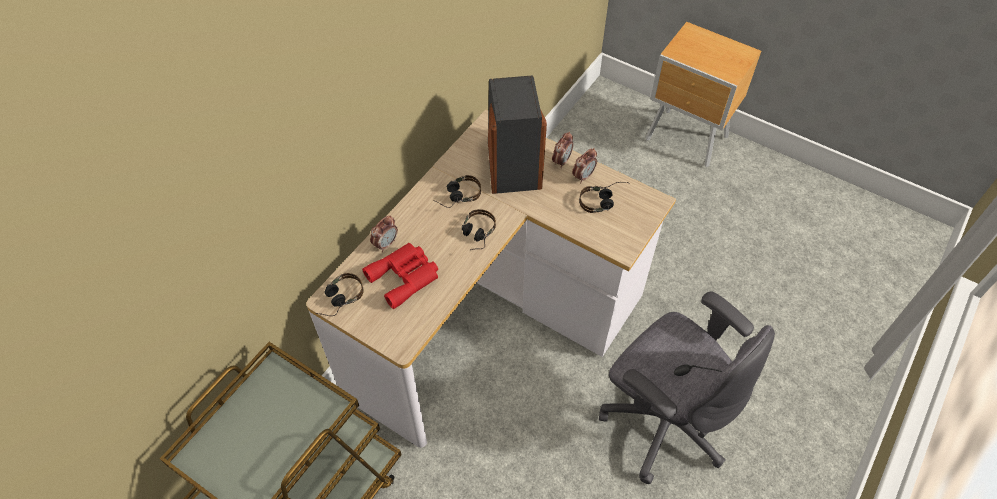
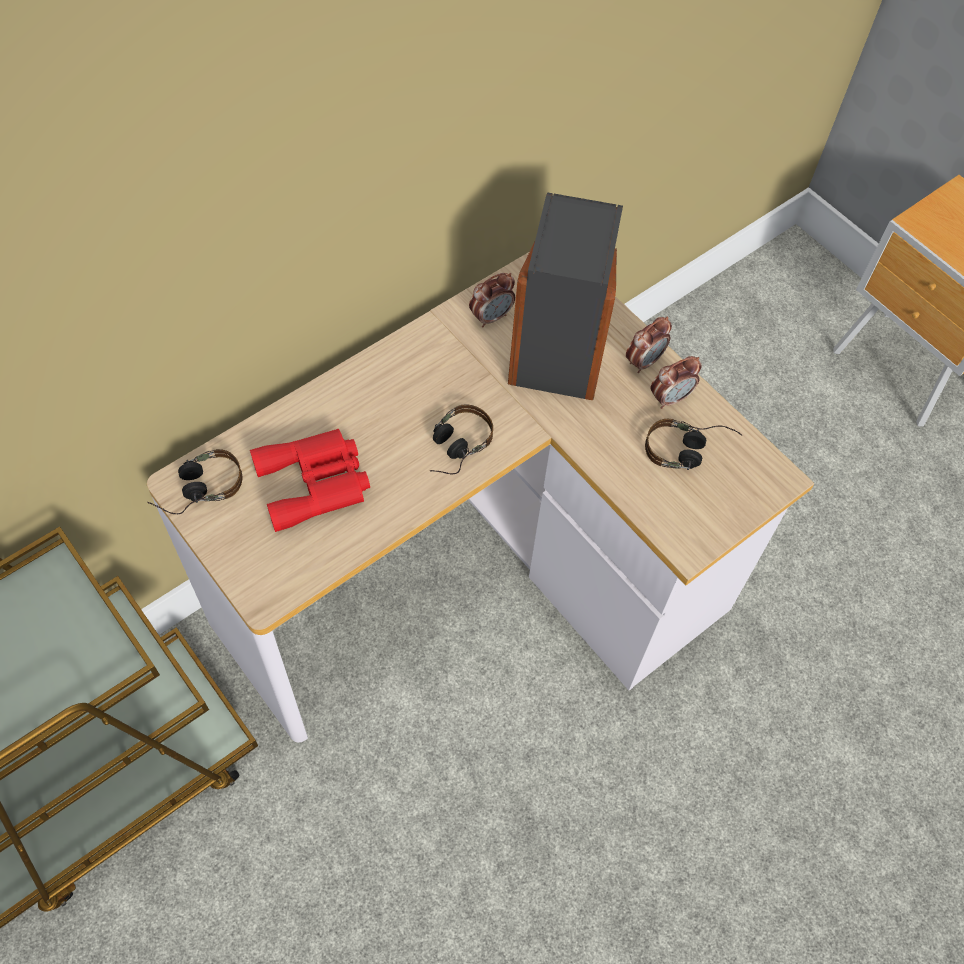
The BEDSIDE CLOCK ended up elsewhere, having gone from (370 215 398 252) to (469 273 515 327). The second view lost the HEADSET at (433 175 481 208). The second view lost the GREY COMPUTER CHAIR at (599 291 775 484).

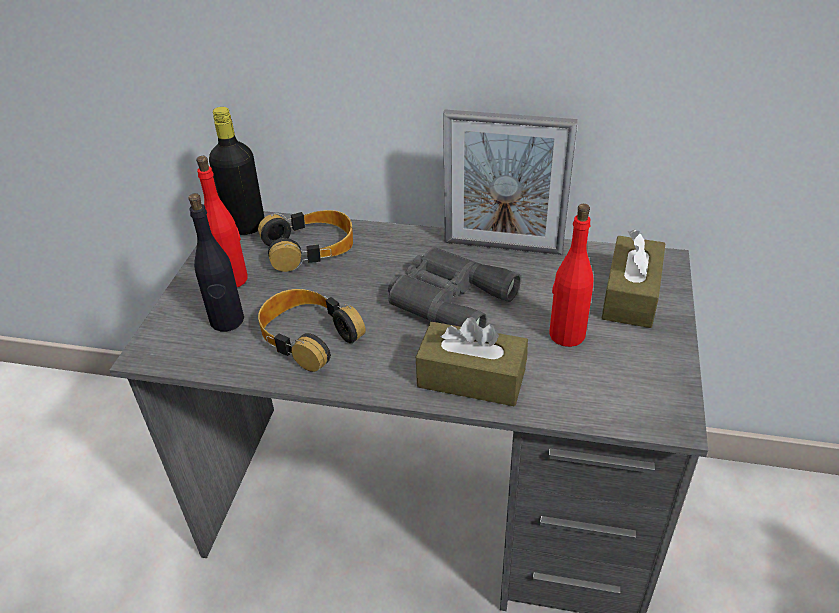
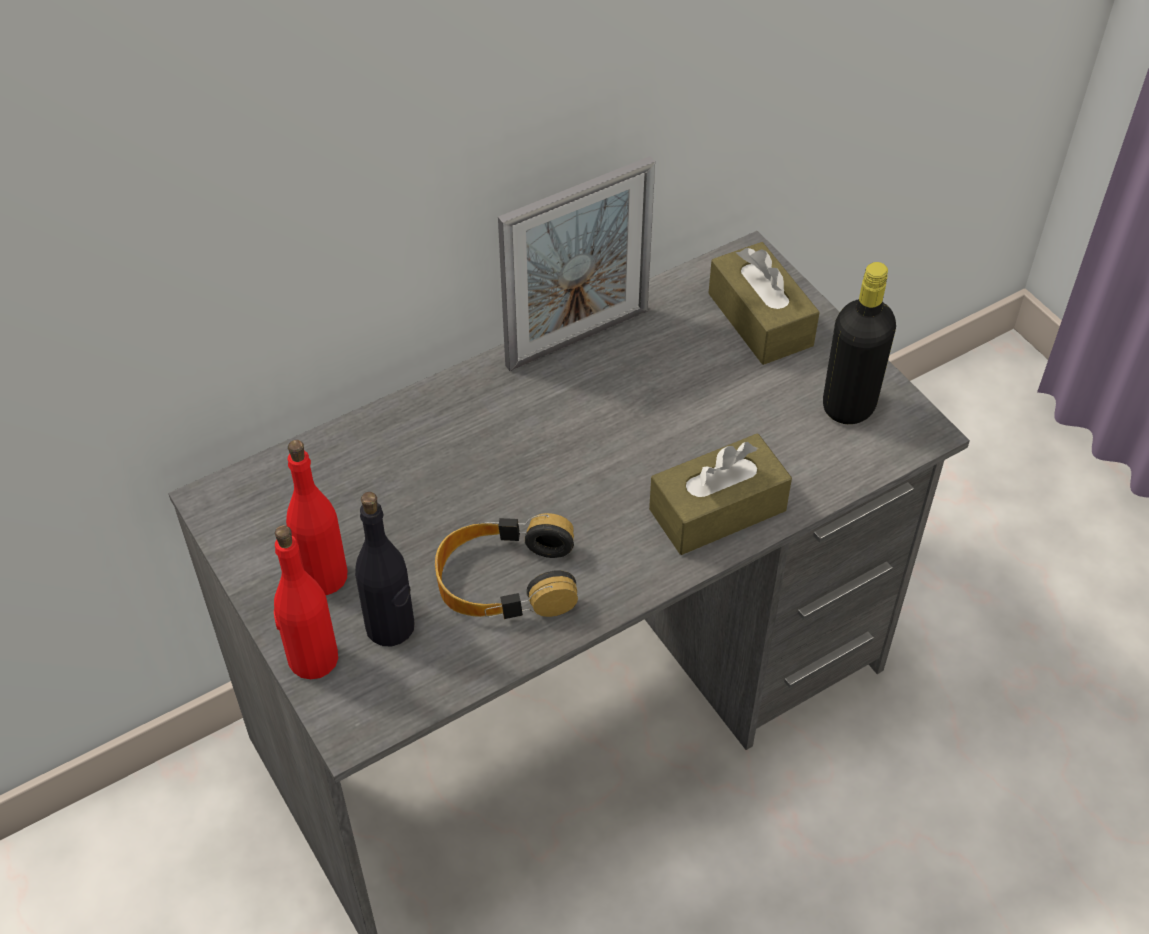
The RED-COLOURED DRINK BOTTLE ended up elsewhere, having gone from (550 204 593 347) to (274 525 338 679). The BLACK DRINK BOTTLE ended up elsewhere, having gone from (209 107 265 235) to (823 262 896 424). The second view lost the HEADSET at (258 210 353 272). The second view lost the GREY BINOCULARS at (388 247 521 328).

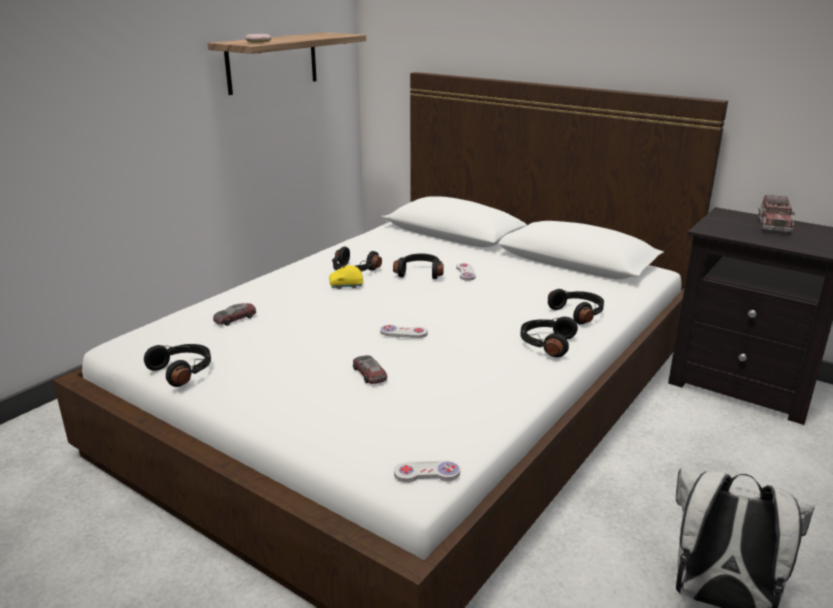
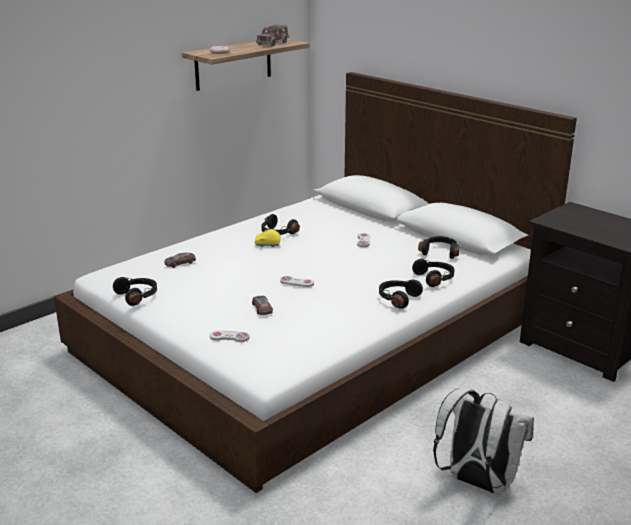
The WHITE JOYPAD ended up elsewhere, having gone from (394 461 460 482) to (210 330 250 342). The MODEL TRUCK ended up elsewhere, having gone from (758 195 795 233) to (256 25 290 46). The BLACK HEADSET ended up elsewhere, having gone from (393 253 444 279) to (418 236 460 259).

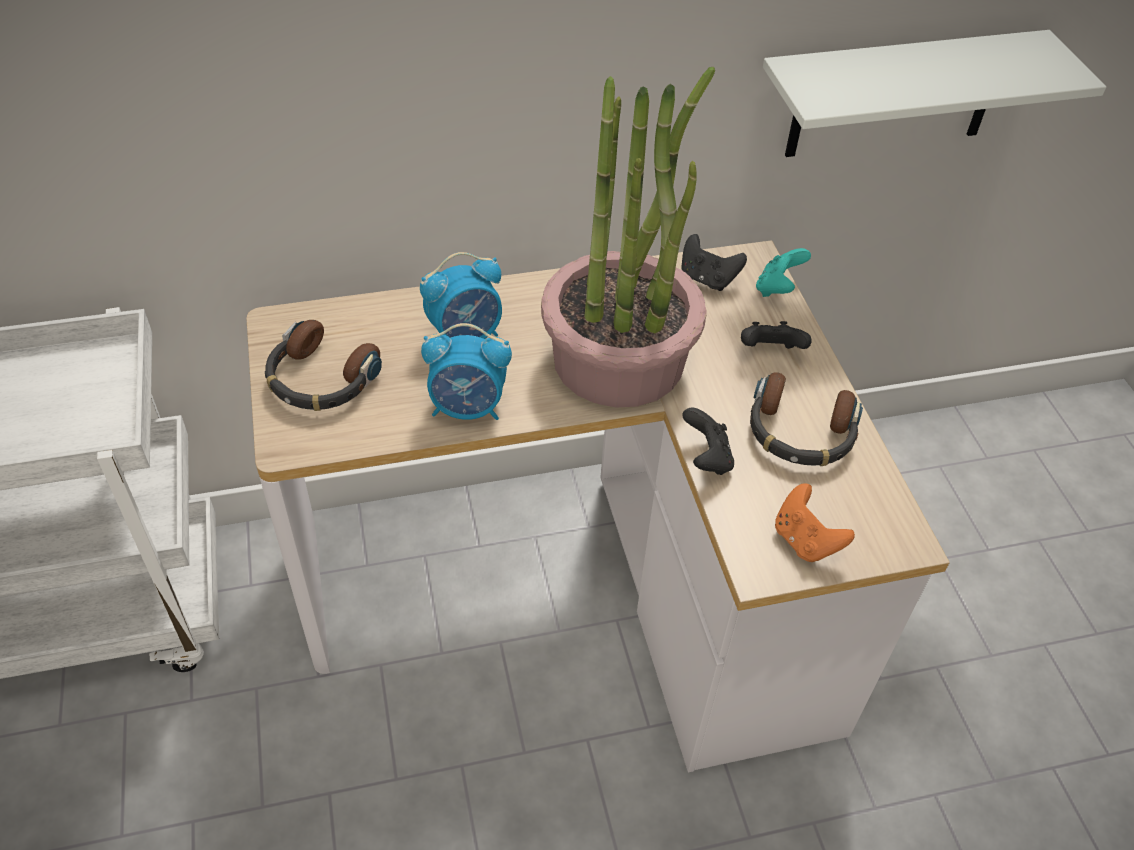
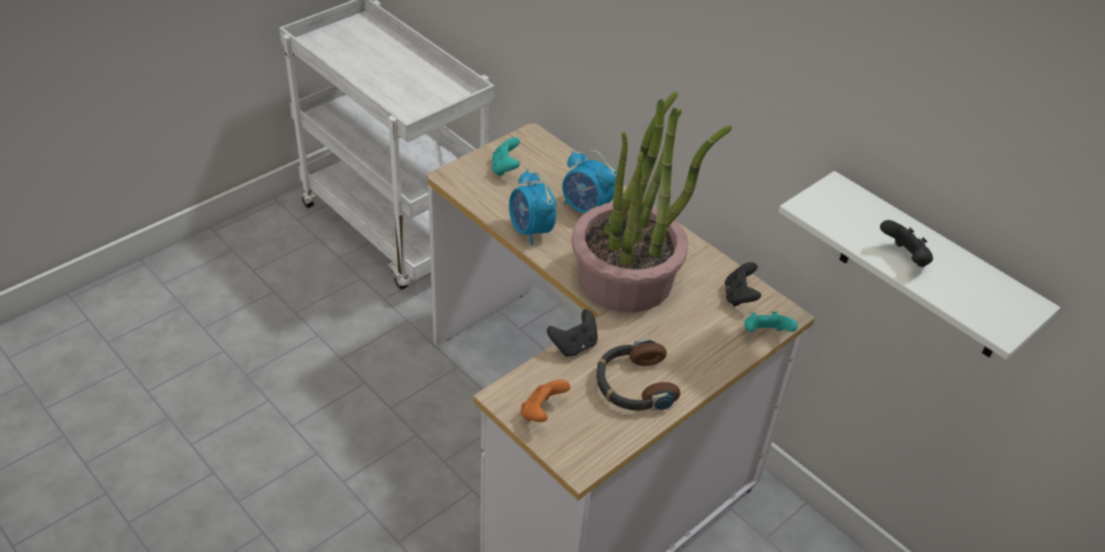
Where the HEADSET stood at (265 320 382 411), the BLUE-GREEN JOYPAD came to stand at (492 137 520 176). The BLACK JOYPAD ended up elsewhere, having gone from (741 321 812 349) to (880 220 933 267).

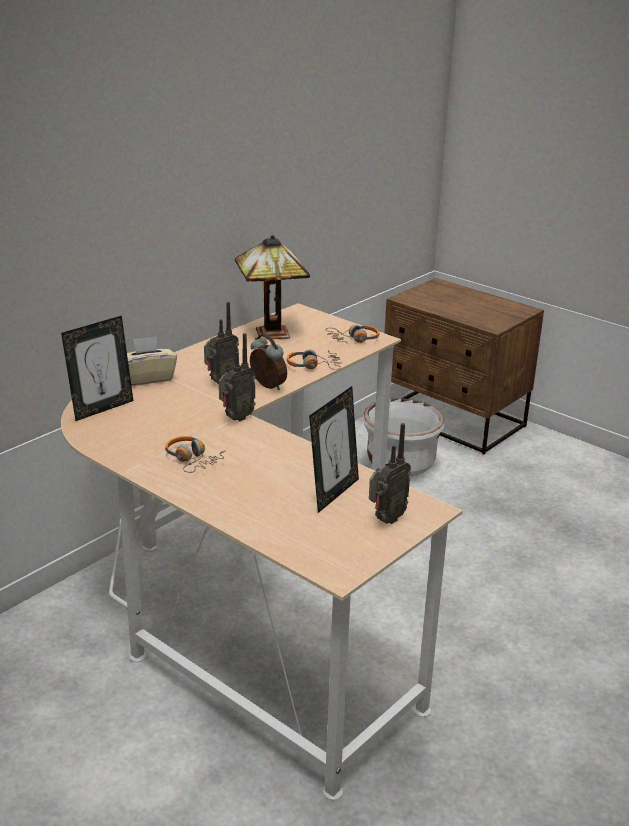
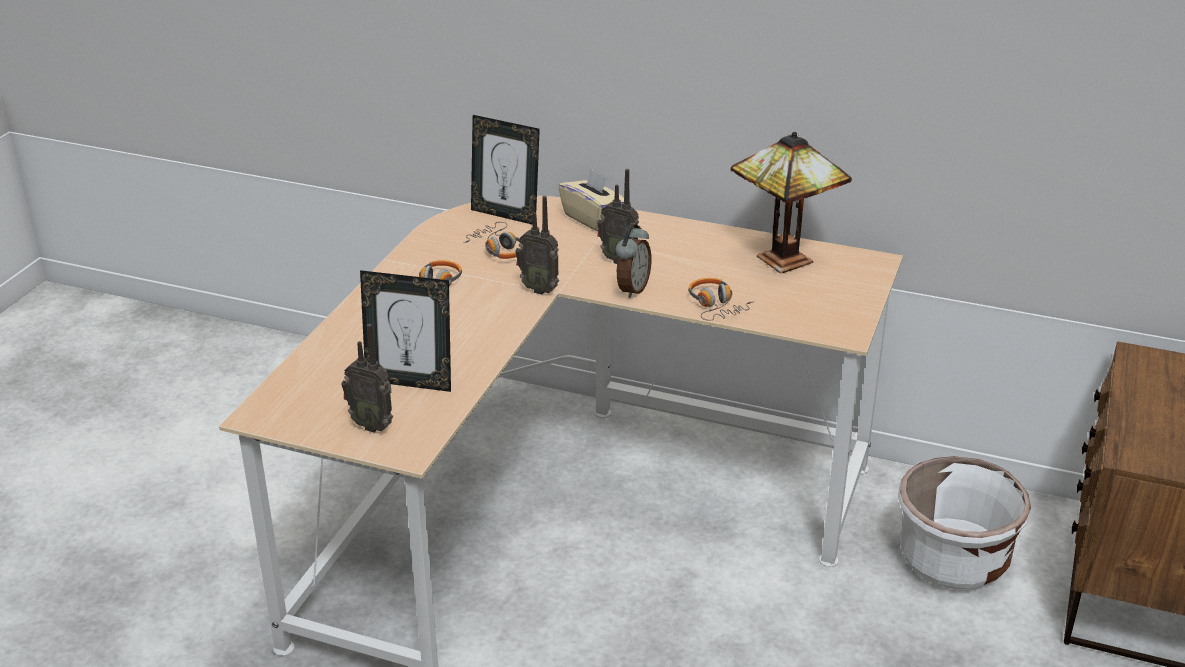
The HEADSET ended up elsewhere, having gone from (325 325 379 344) to (464 222 520 259).

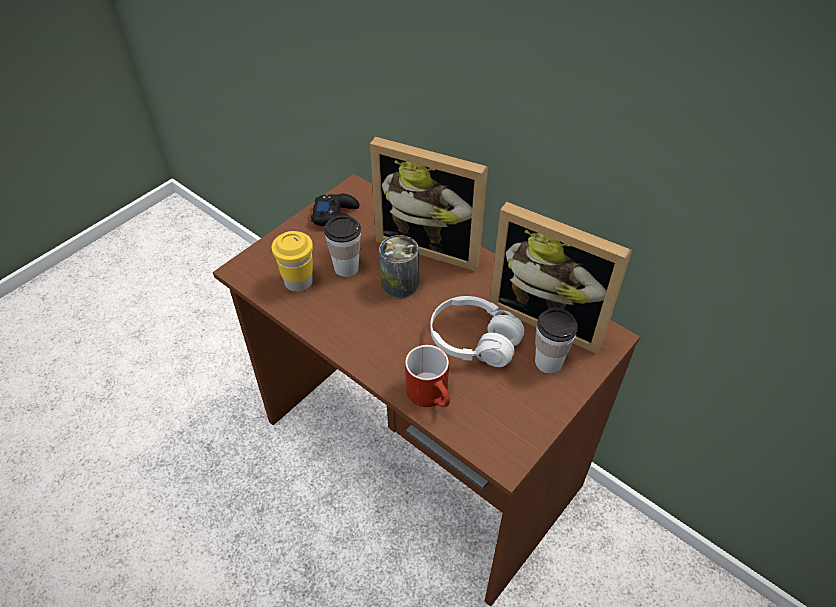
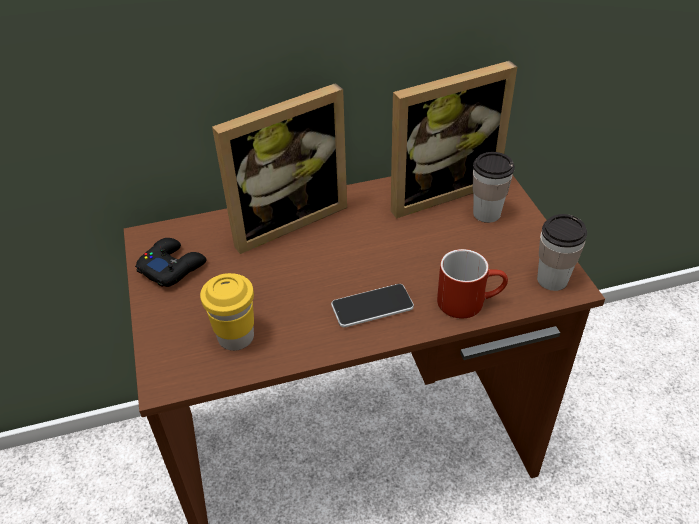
The second view gained the PHONE at (331 284 414 327). The CUP ended up elsewhere, having gone from (324 215 361 277) to (537 214 587 291). The second view lost the CAN at (379 235 419 299). The second view lost the WHITE HEADSET at (430 296 525 367).

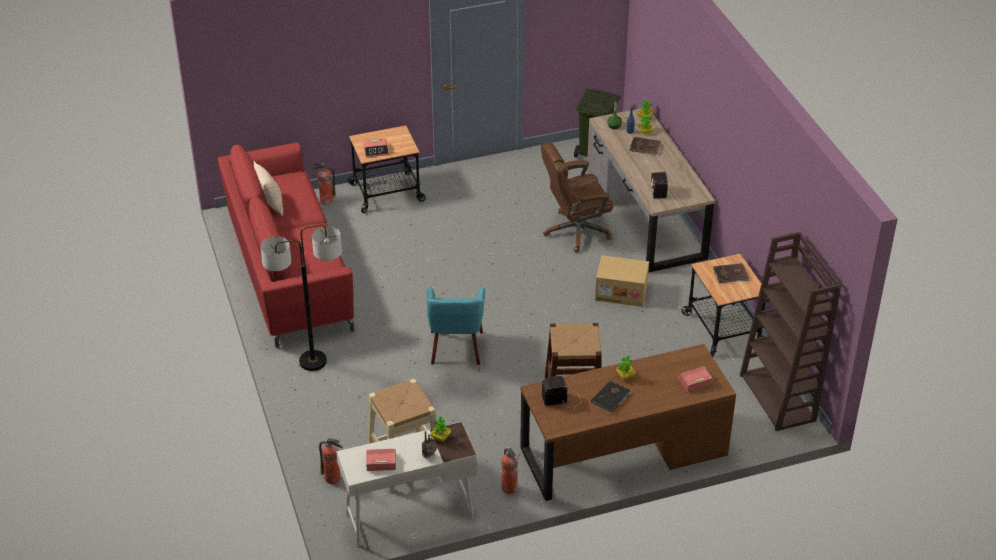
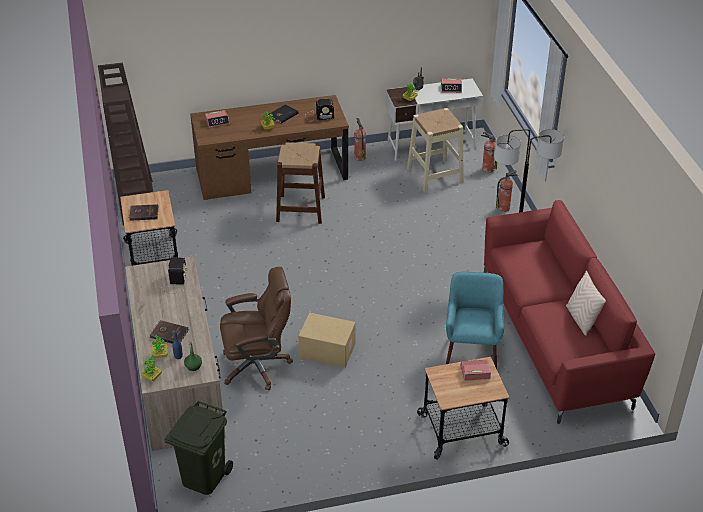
The CARTON ended up elsewhere, having gone from (595 255 649 307) to (298 313 356 368). The BLUE-GREEN ARMCHAIR ended up elsewhere, having gone from (427 287 485 365) to (446 272 504 369). The FIRE EXTINGUISHER ended up elsewhere, having gone from (312 163 336 205) to (496 170 518 212).

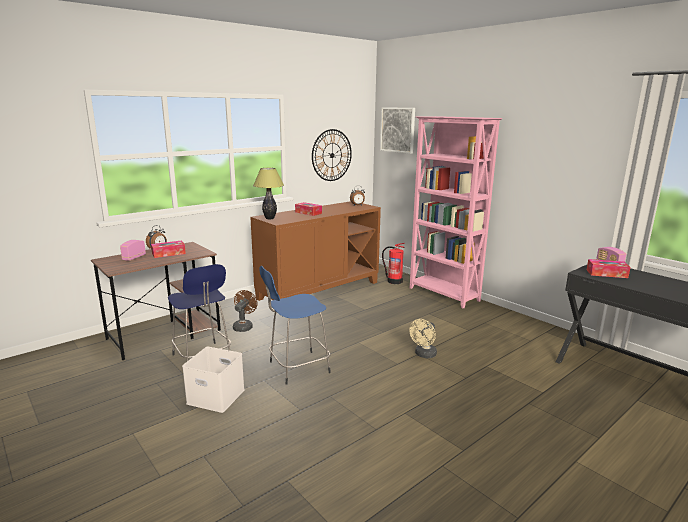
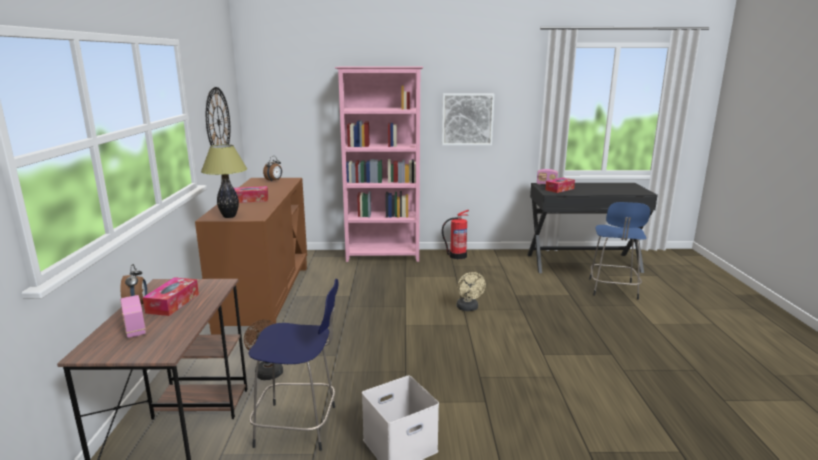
The WALL PICTURE ended up elsewhere, having gone from (380 107 415 154) to (442 94 494 145). The FIRE EXTINGUISHER ended up elsewhere, having gone from (382 243 405 284) to (442 210 469 259). The BLUE STOOL ended up elsewhere, having gone from (259 266 331 385) to (589 202 650 300).

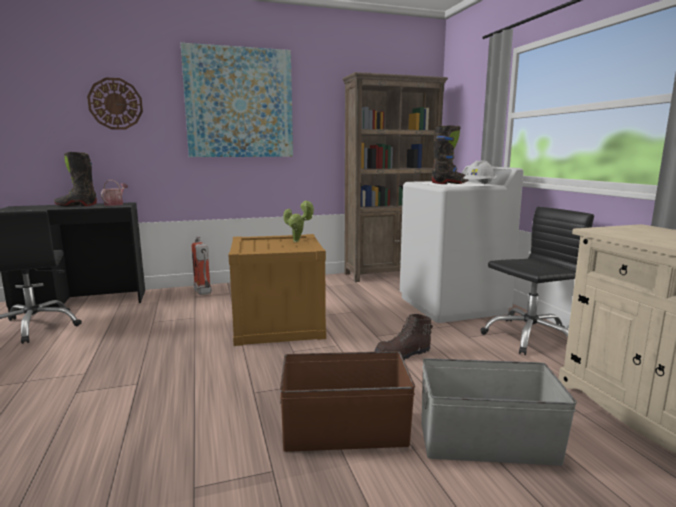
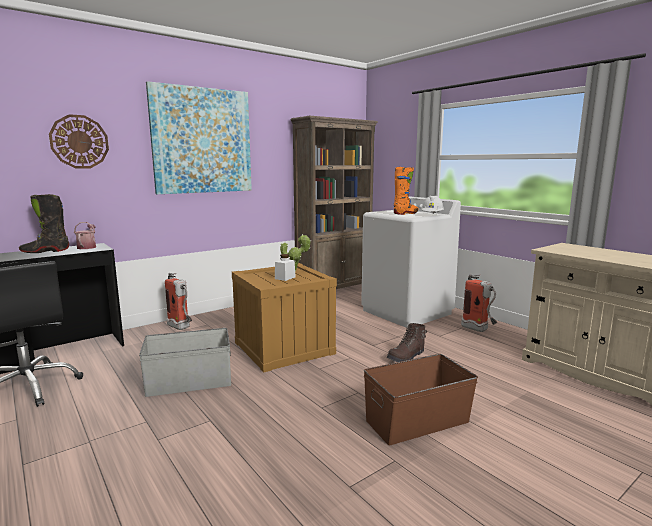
The GREY STORAGE BIN ended up elsewhere, having gone from (421 358 577 466) to (139 328 231 397). The second view gained the WHITE STORAGE JAR at (275 254 296 281). What was the BLACK TALL BOOT at (432 125 469 184) turned into the ORANGEY TALL BOOT at (394 167 419 215). Where the BLACK COMPUTER CHAIR stood at (480 207 594 355), the FIRE EXTINGUISHER came to stand at (461 274 497 332).

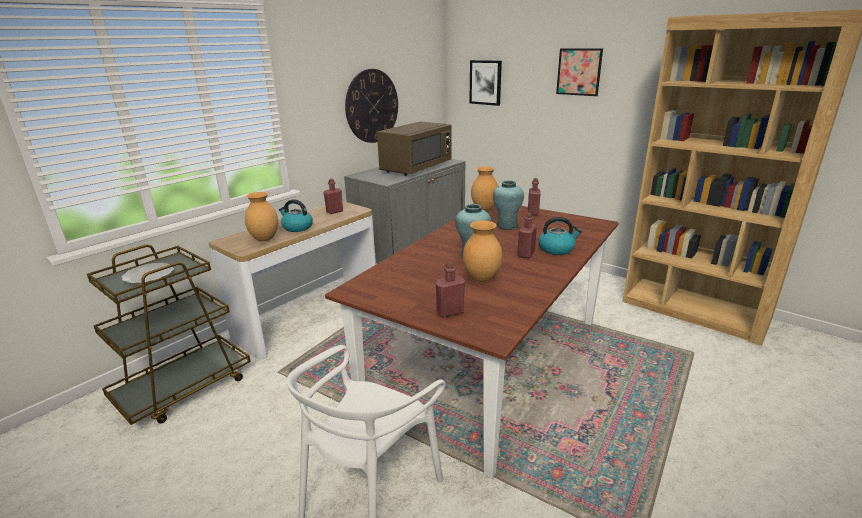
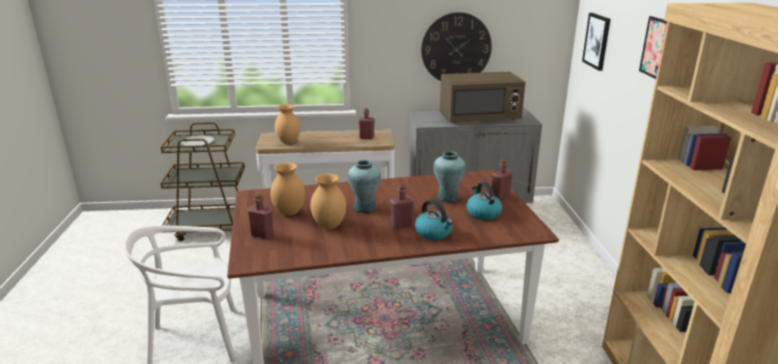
The BROWN FLOWER VASE ended up elsewhere, having gone from (471 166 498 211) to (270 163 305 216). The KETTLE ended up elsewhere, having gone from (279 199 313 232) to (466 182 502 220).

